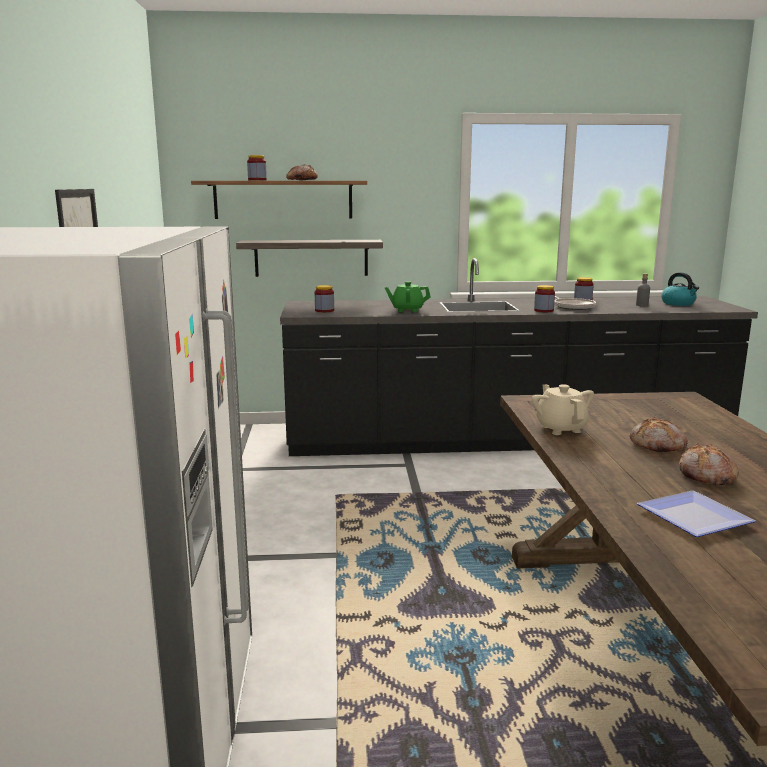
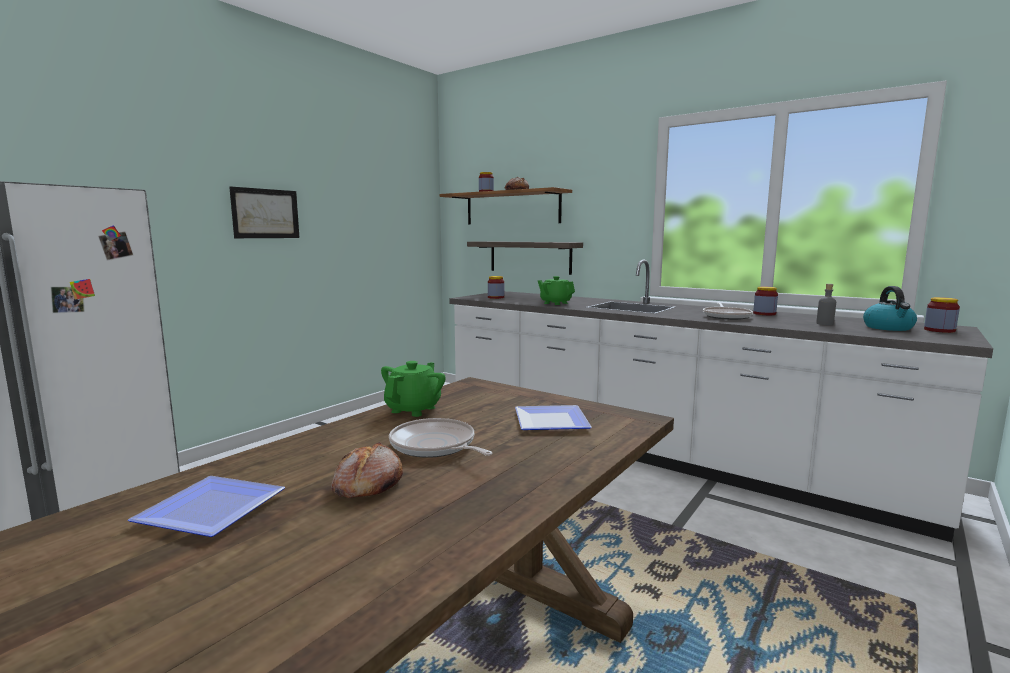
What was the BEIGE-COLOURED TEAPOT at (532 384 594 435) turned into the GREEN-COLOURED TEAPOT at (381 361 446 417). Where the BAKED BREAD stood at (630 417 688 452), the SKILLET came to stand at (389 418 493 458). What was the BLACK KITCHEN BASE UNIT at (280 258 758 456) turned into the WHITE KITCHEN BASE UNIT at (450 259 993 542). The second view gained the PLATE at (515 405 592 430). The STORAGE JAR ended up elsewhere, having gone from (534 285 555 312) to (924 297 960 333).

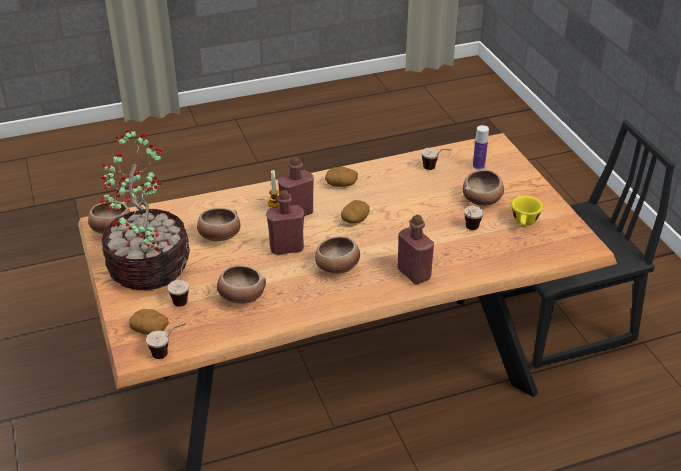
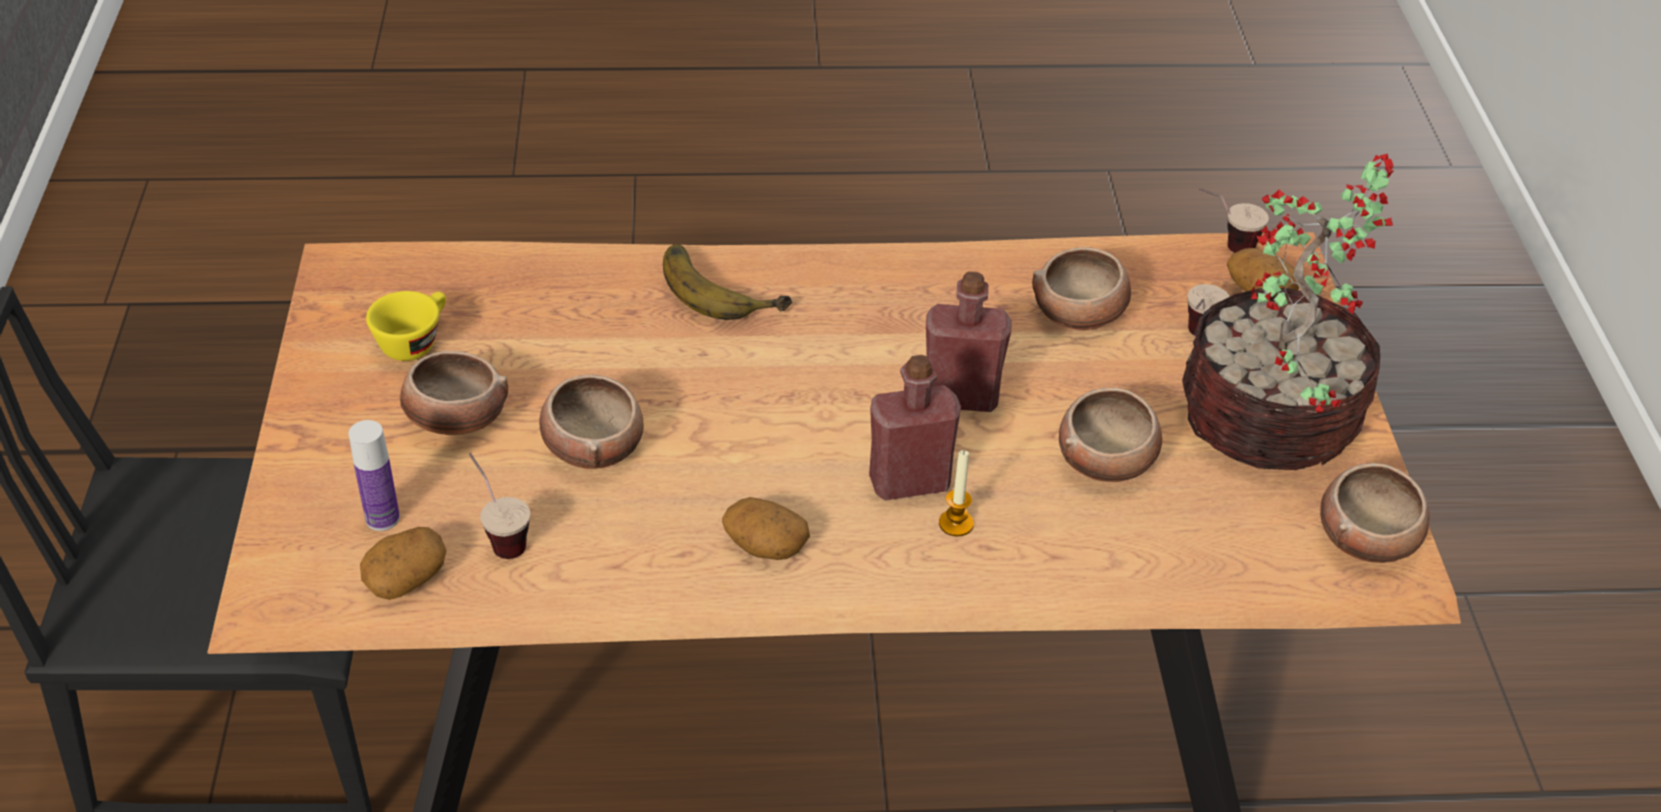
The WHOLE POTATO ended up elsewhere, having gone from (341 200 370 224) to (360 527 447 600). The SERVING BOWL ended up elsewhere, having gone from (315 236 360 274) to (539 375 644 469). Where the RED-COLOURED DRINK BOTTLE stood at (397 215 434 284), the BANANA came to stand at (663 244 792 320). The second view lost the CUP at (464 206 484 230).

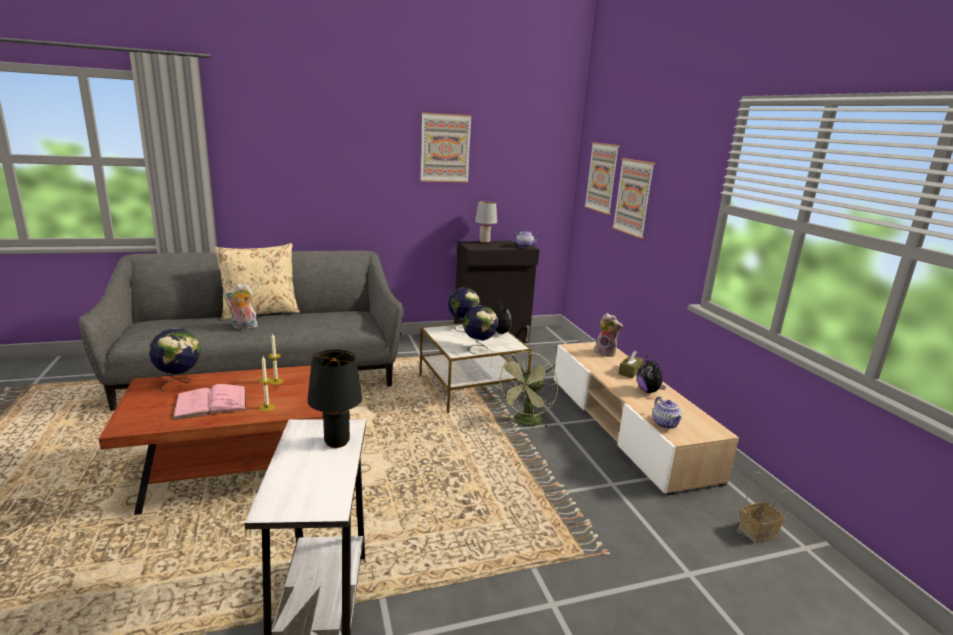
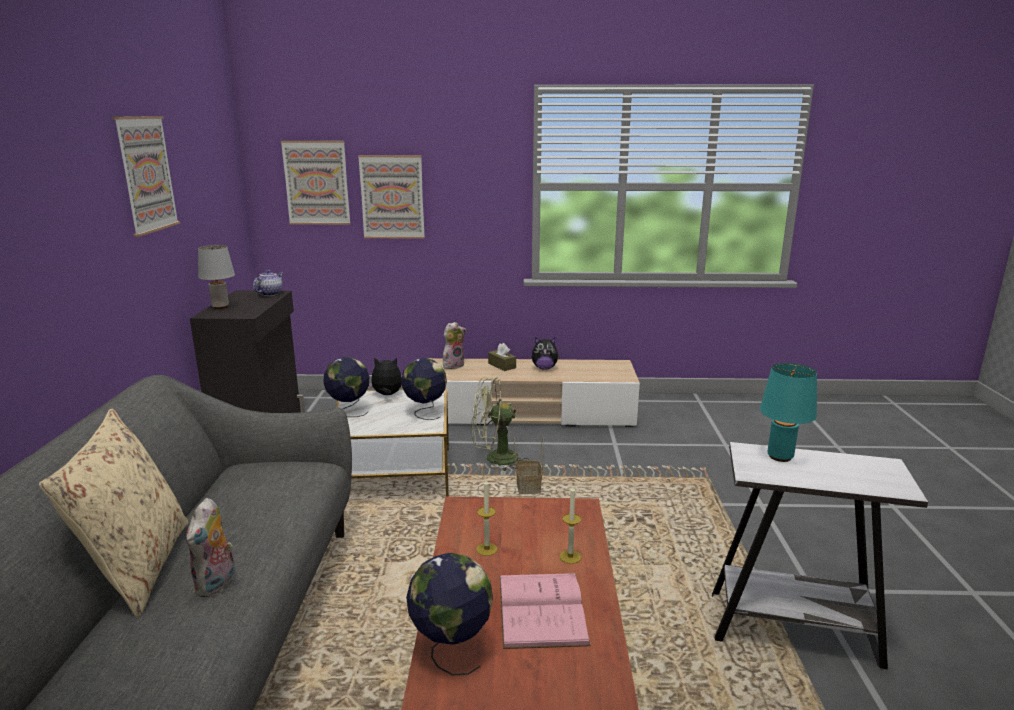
The GREEN-COLOURED FAN at (495 351 558 428) ended up facing another way, 120 degrees clockwise from before. The HOUSEHOLD BASKET ended up elsewhere, having gone from (738 472 788 543) to (514 436 544 494). What was the BLACK LAMP FOR A TABLE at (307 350 362 448) turned into the BLUE-GREEN LAMP FOR A TABLE at (760 363 817 462). The second view lost the TEAPOT at (652 396 682 429).

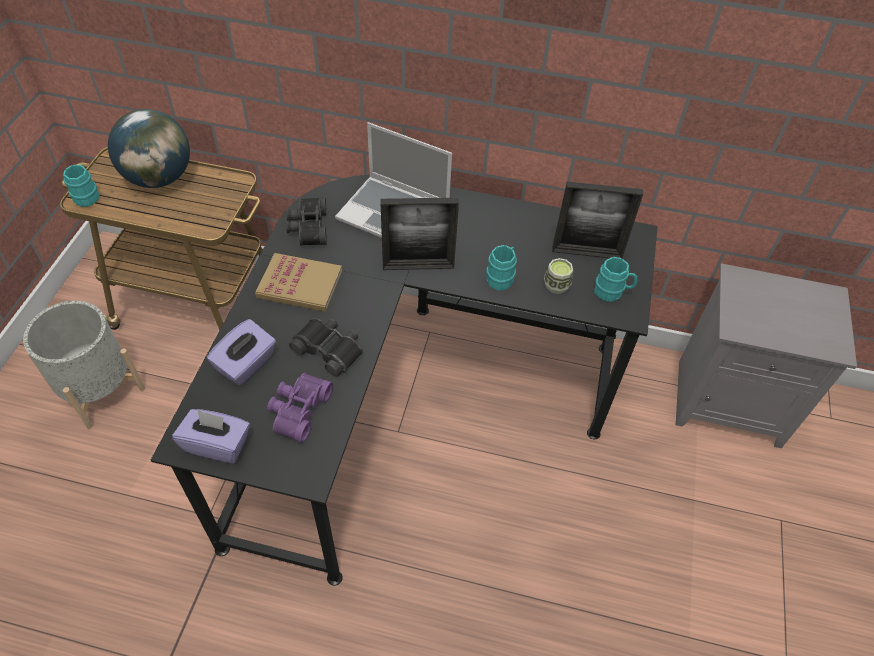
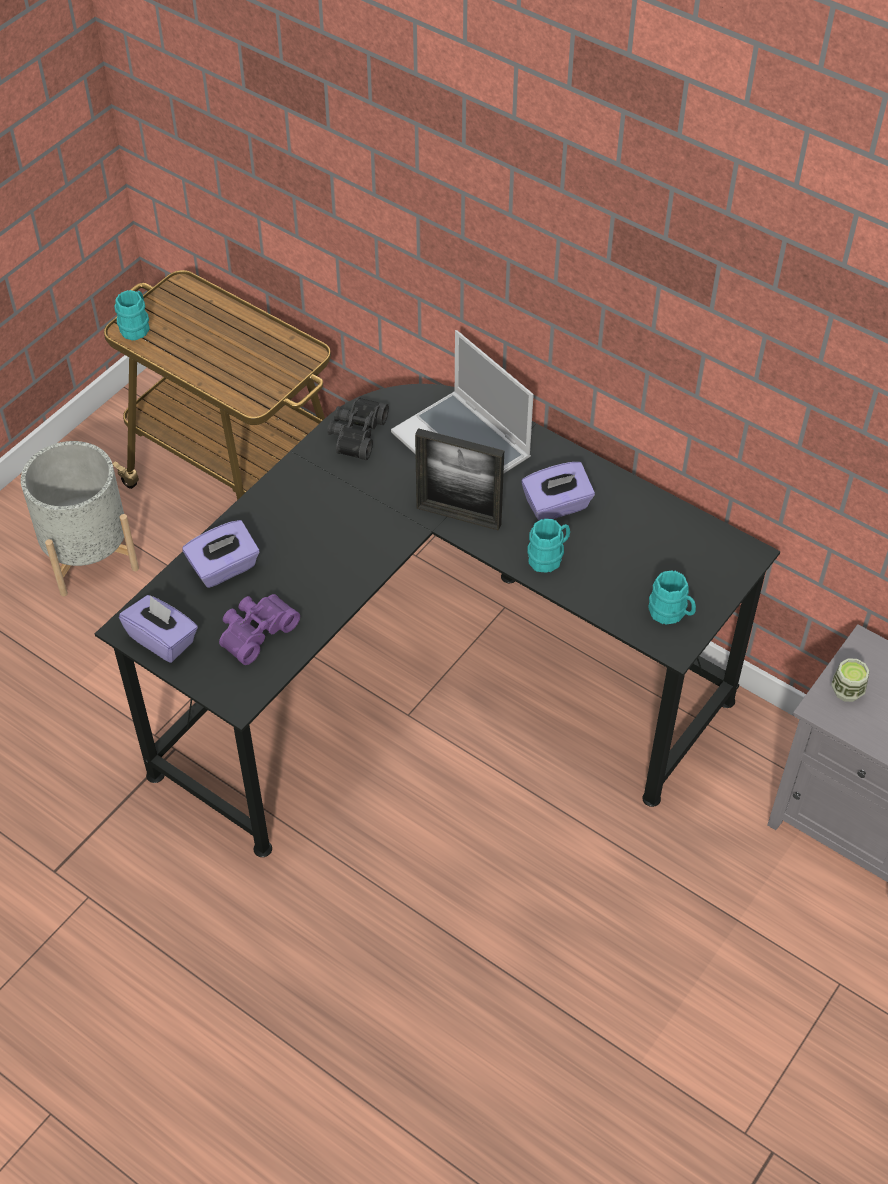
The second view gained the PURPLISH TISSUE BOX at (521 462 595 521). The CUP ended up elsewhere, having gone from (544 258 573 294) to (831 658 869 702). The second view lost the WORLD GLOBE at (108 109 190 188). The second view lost the BOUND BOOK at (255 253 342 312). The second view lost the BLACK BINOCULARS at (289 318 363 378). The second view lost the PHOTO FRAME at (552 181 643 259).

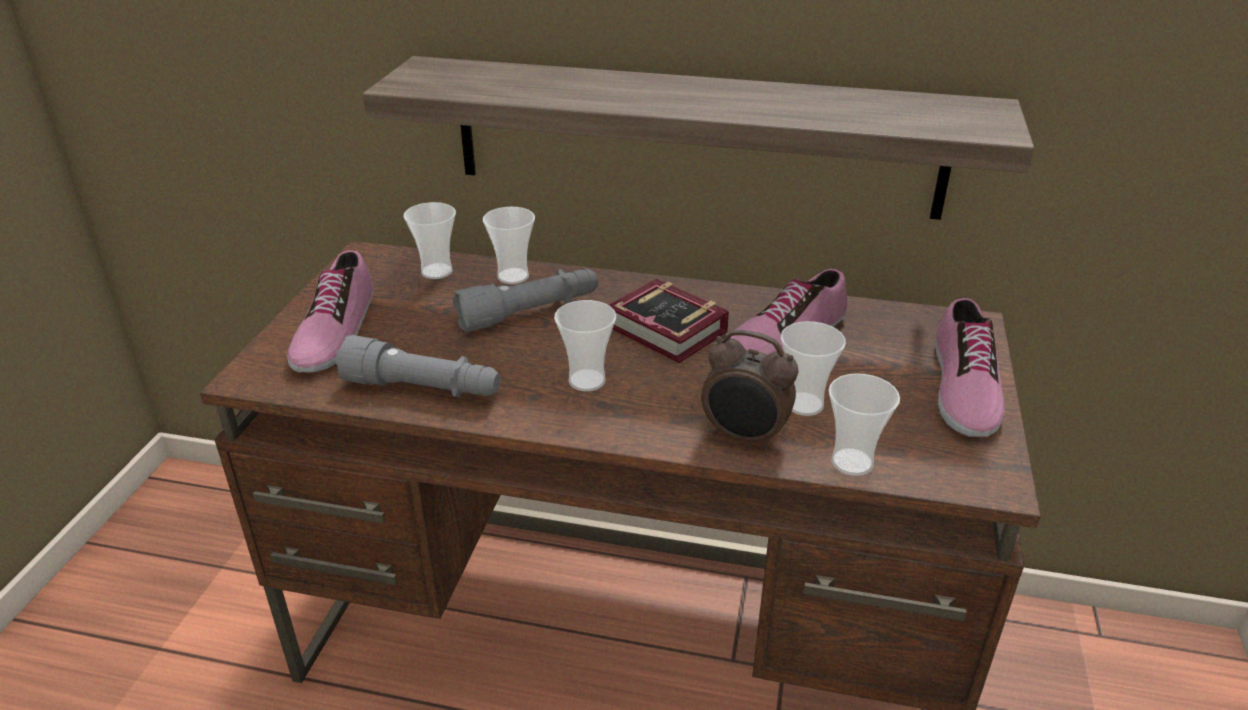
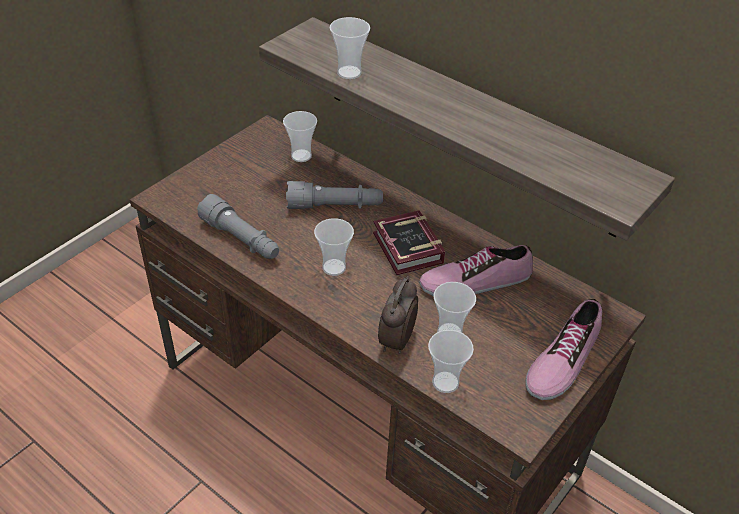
The CUP ended up elsewhere, having gone from (483 207 535 284) to (330 17 370 79). The BEDSIDE CLOCK at (701 330 798 450) ended up facing another way, 60 degrees clockwise from before. The second view lost the SHOE at (287 249 373 373).

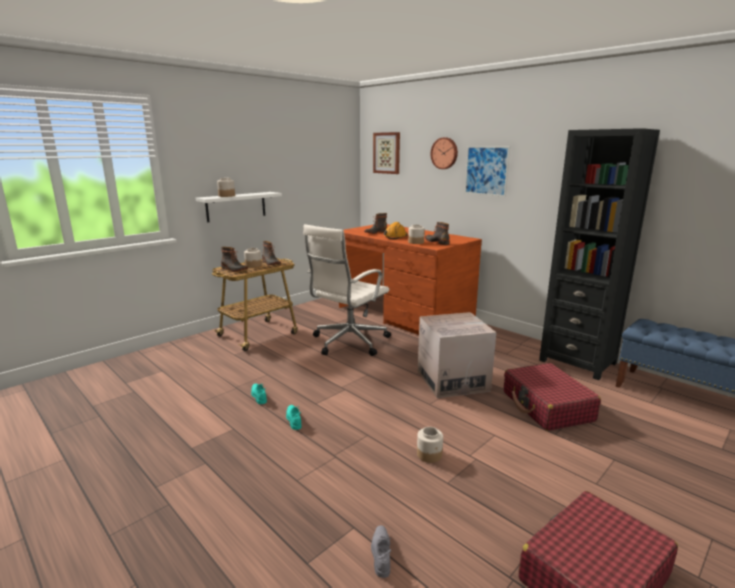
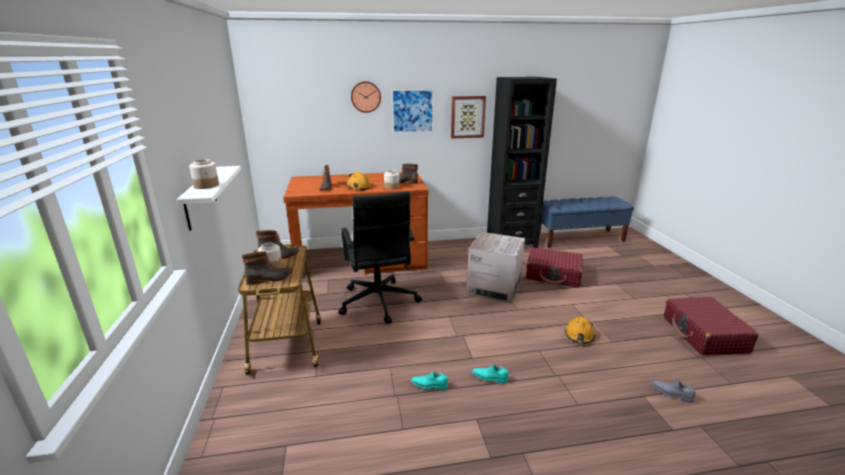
What was the WHITE COMPUTER CHAIR at (303 224 391 356) turned into the BLACK COMPUTER CHAIR at (339 191 422 324). The WALL PICTURE ended up elsewhere, having gone from (373 132 400 174) to (451 96 486 138). Where the STORAGE JAR stood at (417 427 443 463), the ORANGEY SAFETY HELMET came to stand at (565 317 595 343).

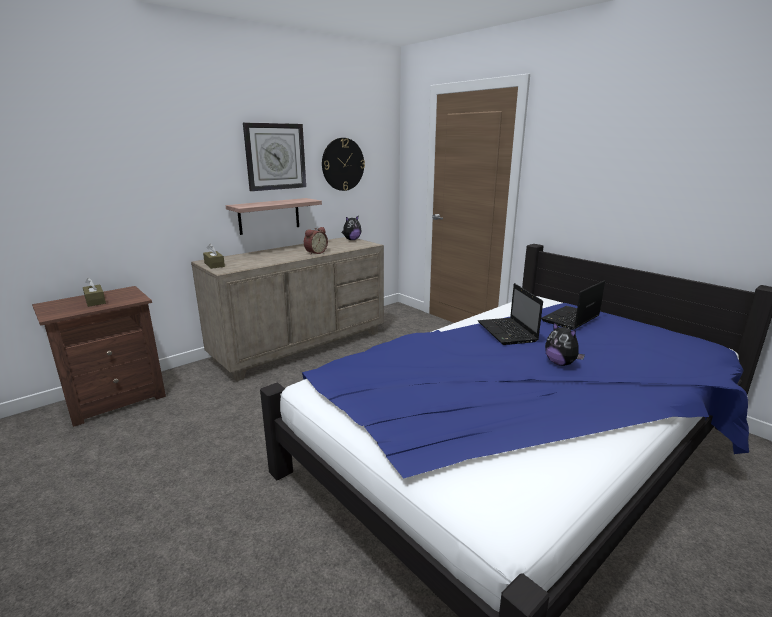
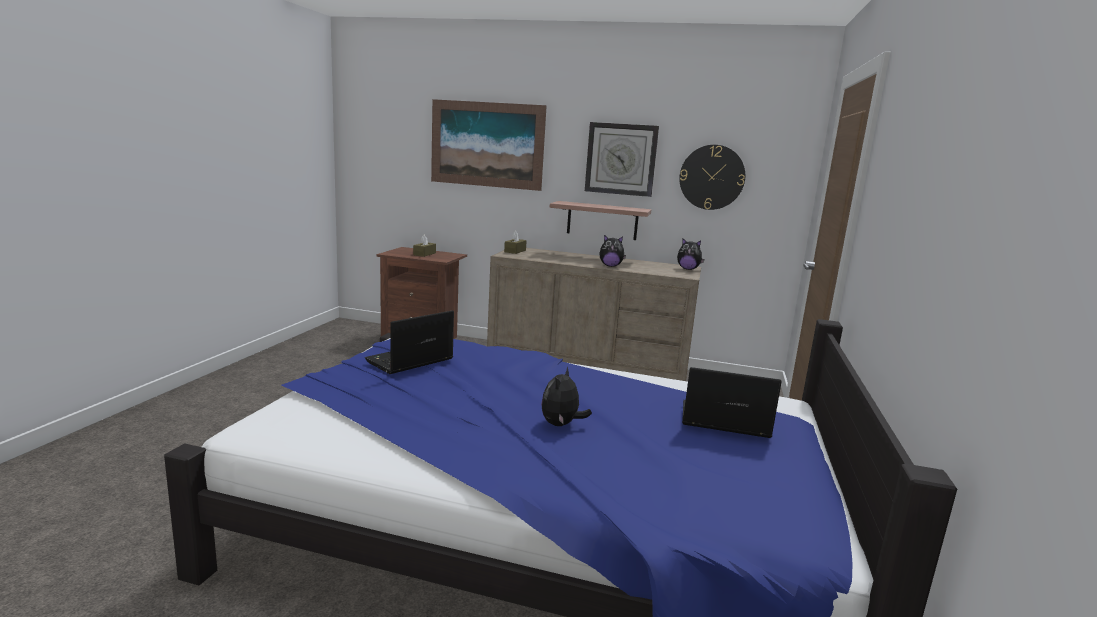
The PORTABLE COMPUTER ended up elsewhere, having gone from (478 283 543 345) to (365 310 454 374). The second view gained the WALL PICTURE at (431 99 547 191). Where the BEDSIDE CLOCK stood at (304 227 328 255), the SOFT TOY came to stand at (599 235 626 267).

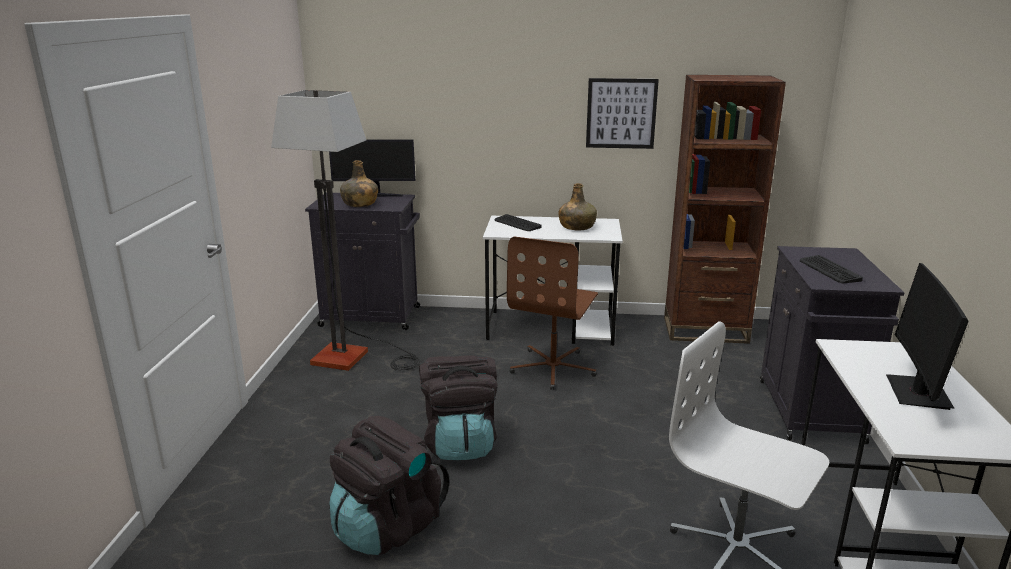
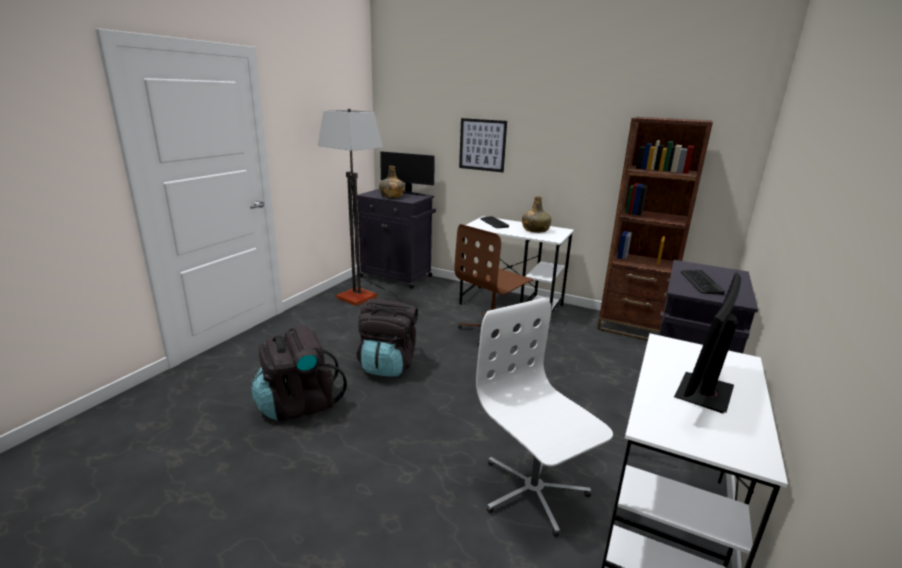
The WALL PICTURE ended up elsewhere, having gone from (586 78 659 149) to (459 118 507 172).

